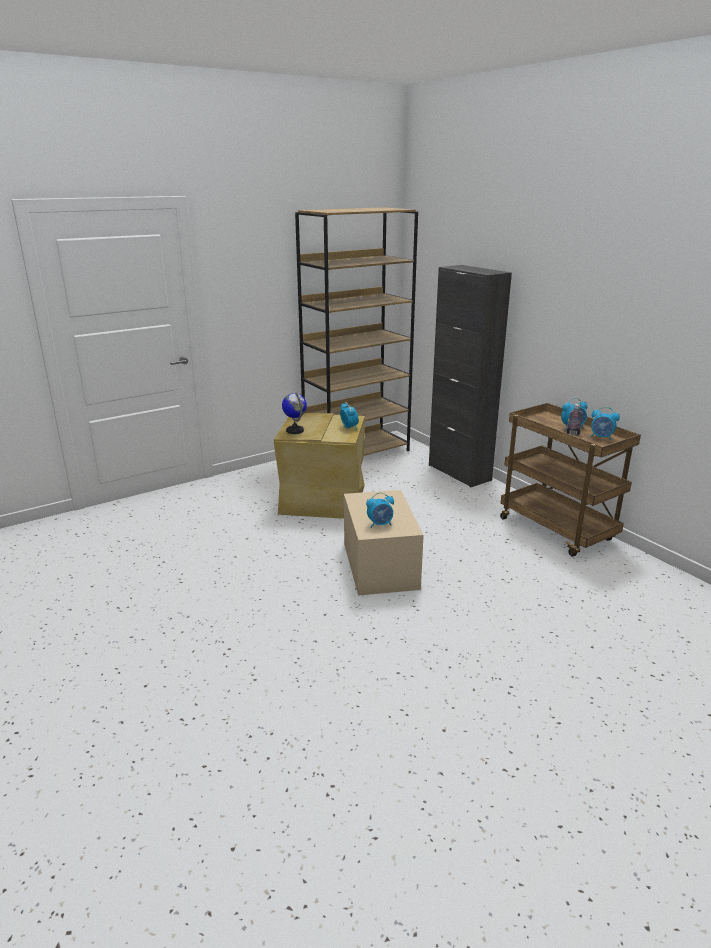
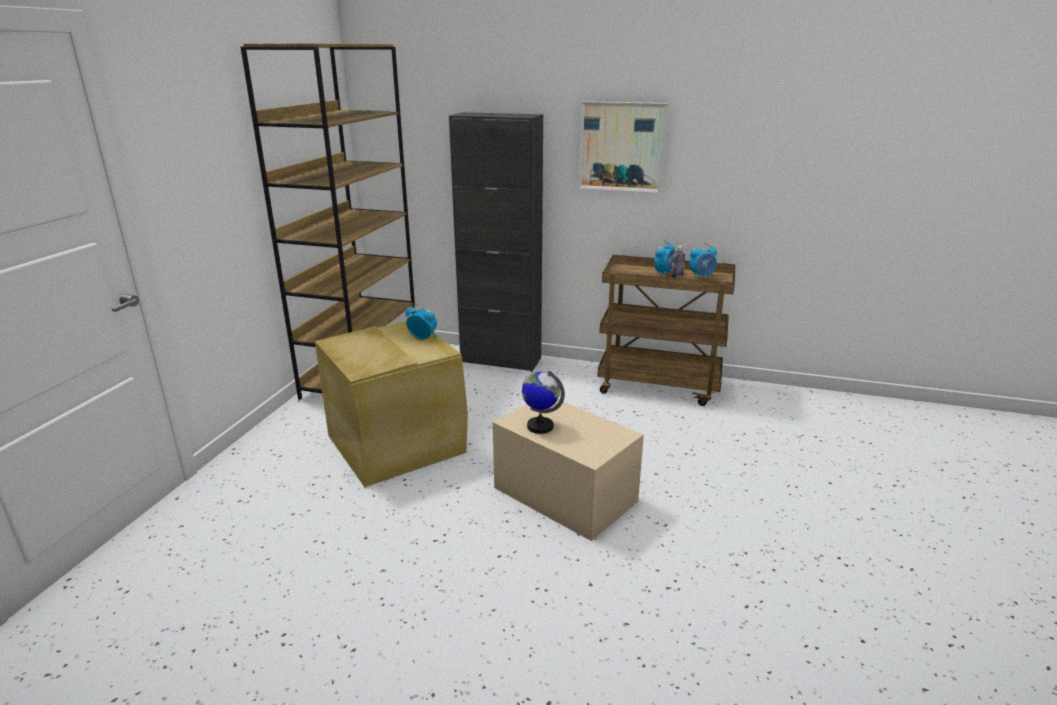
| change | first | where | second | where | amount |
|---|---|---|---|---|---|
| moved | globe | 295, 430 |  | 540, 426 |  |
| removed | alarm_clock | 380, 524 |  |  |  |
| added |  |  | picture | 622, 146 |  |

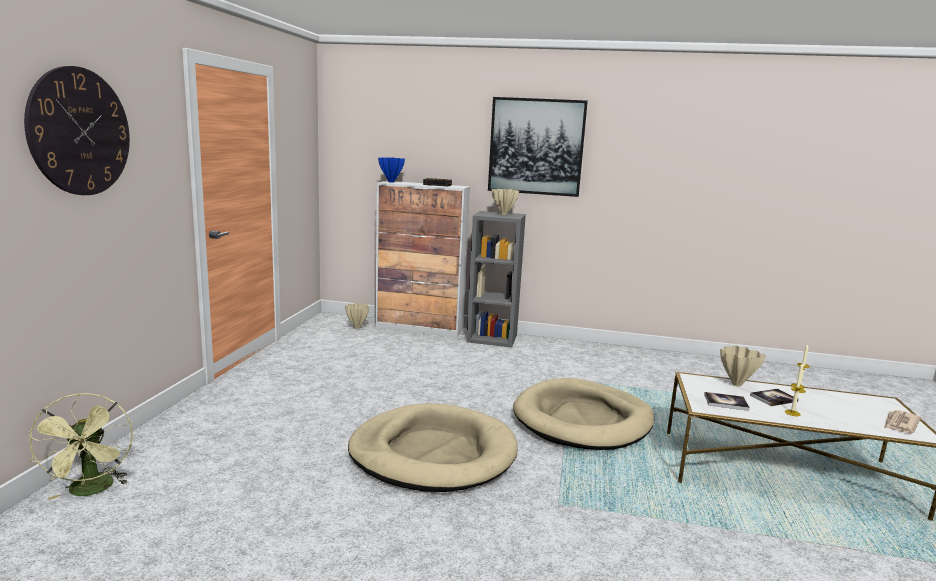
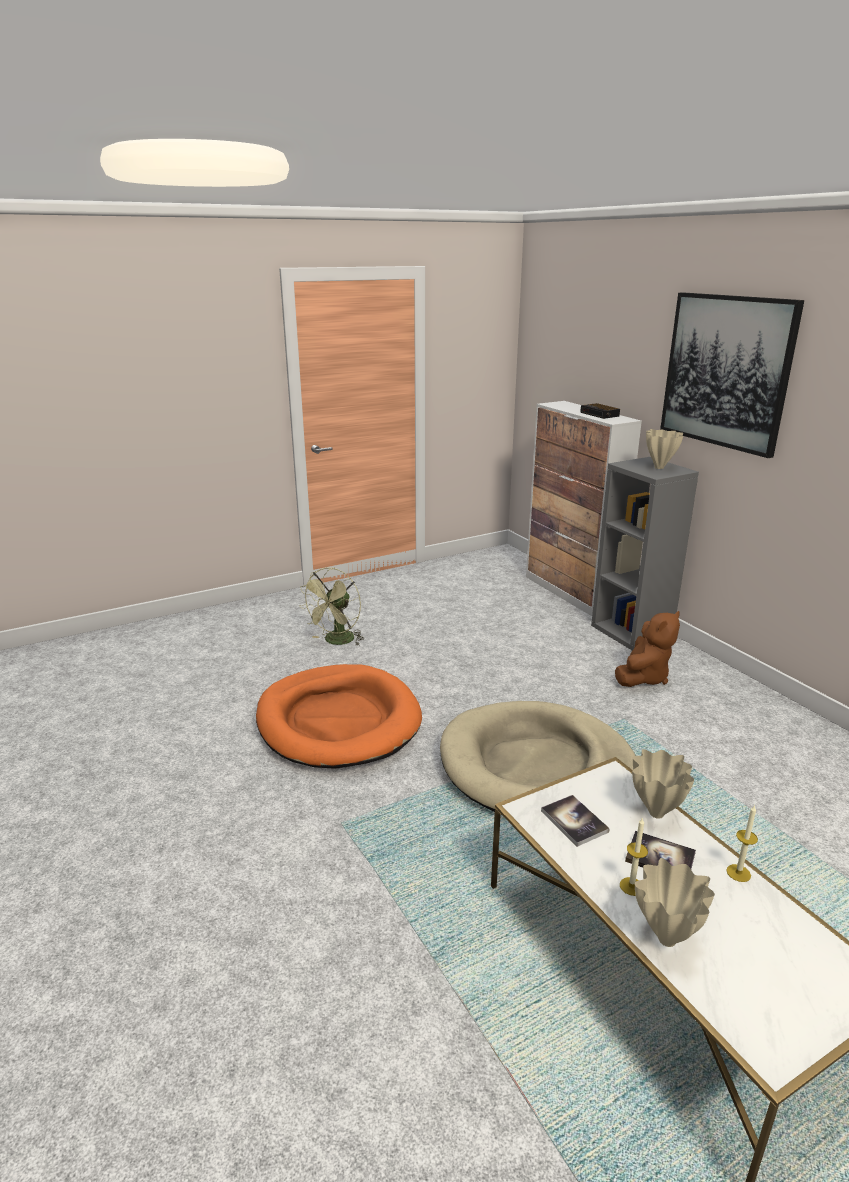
| change | first | where | second | where | amount |
|---|---|---|---|---|---|
| removed | wall_clock | 80, 132 |  |  |  |
| moved | green_fan | 91, 491 |  | 336, 642 |  |
| moved | beige_vase | 357, 327 |  | 666, 938 |  |
| recoloured | beige_dog_bed | 433, 454 | orange_dog_bed | 338, 721 |  |
| removed | blue_vase | 391, 182 |  |  |  |
| removed | newspaper | 900, 424 |  |  |  |
| added |  |  | brown_plush_toy | 643, 677 |  |

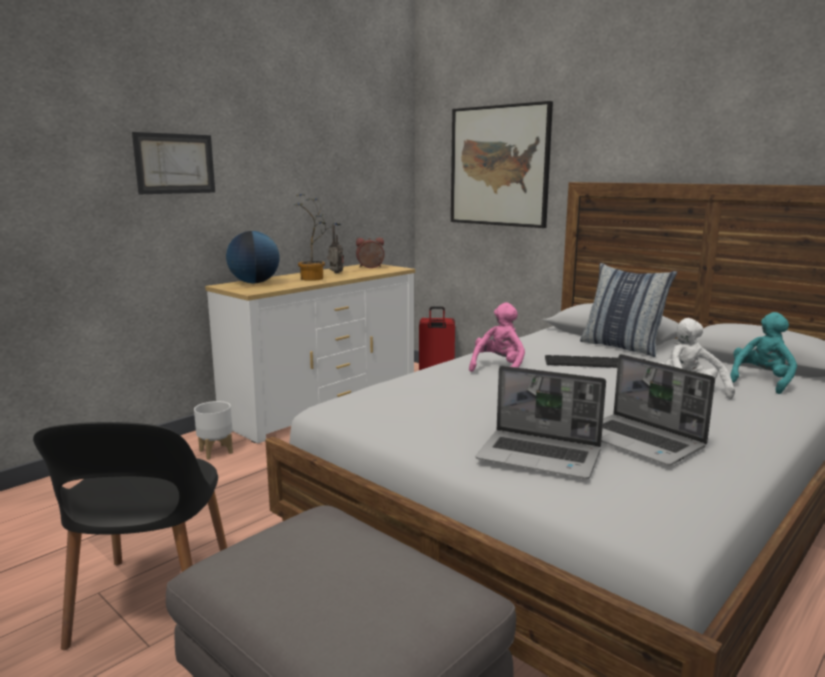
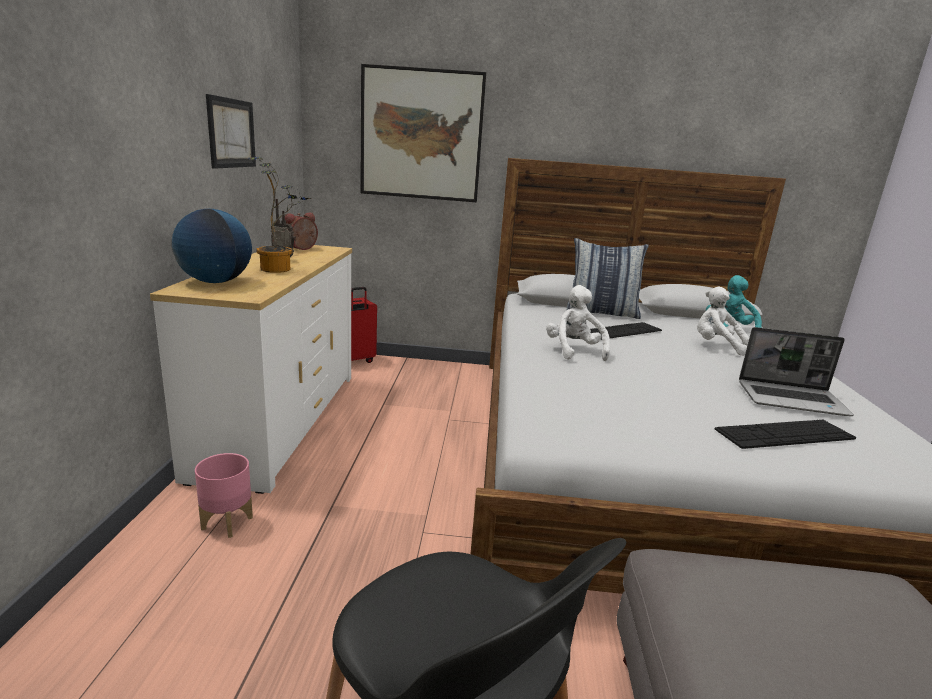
| change | first | where | second | where | amount |
|---|---|---|---|---|---|
| moved | picture | 175, 163 |  | 231, 133 |  |
| recoloured | white_planter | 216, 451 | pink_planter | 227, 522 |  |
| recoloured | pink_plush_toy | 498, 368 | white_plush_toy | 574, 351 |  |
| replaced | laptop | 540, 456 | keyboard | 784, 434 |  |

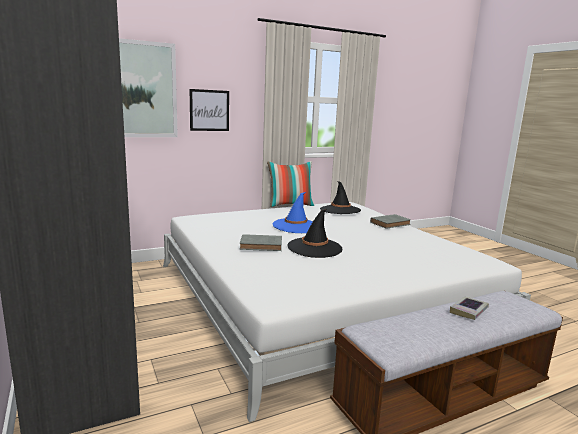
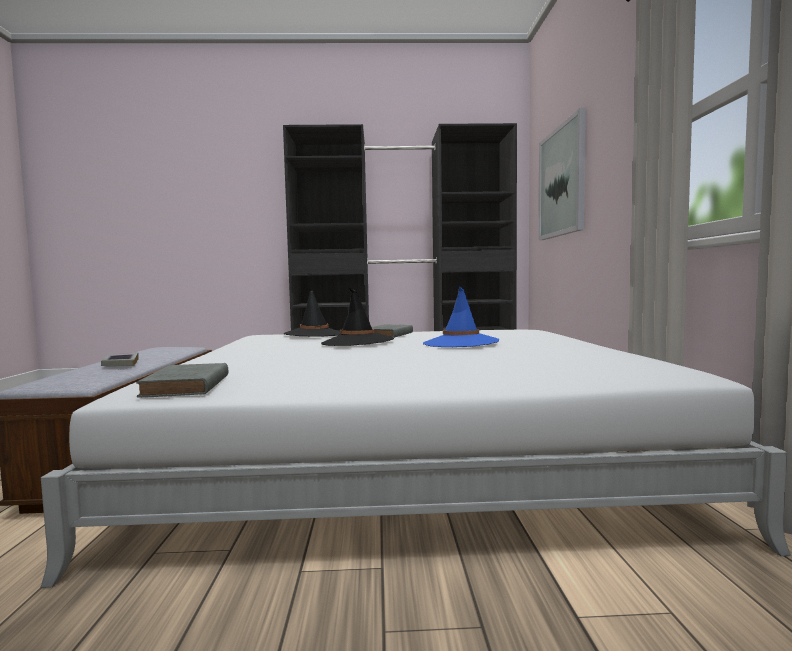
| change | first | where | second | where | amount |
|---|---|---|---|---|---|
| removed | picture | 209, 110 |  |  |  |
| removed | pillow | 290, 205 |  |  |  |
| moved | black_hat | 340, 210 |  | 314, 335 |  |
| moved | grey_book | 391, 223 |  | 186, 386 |  |

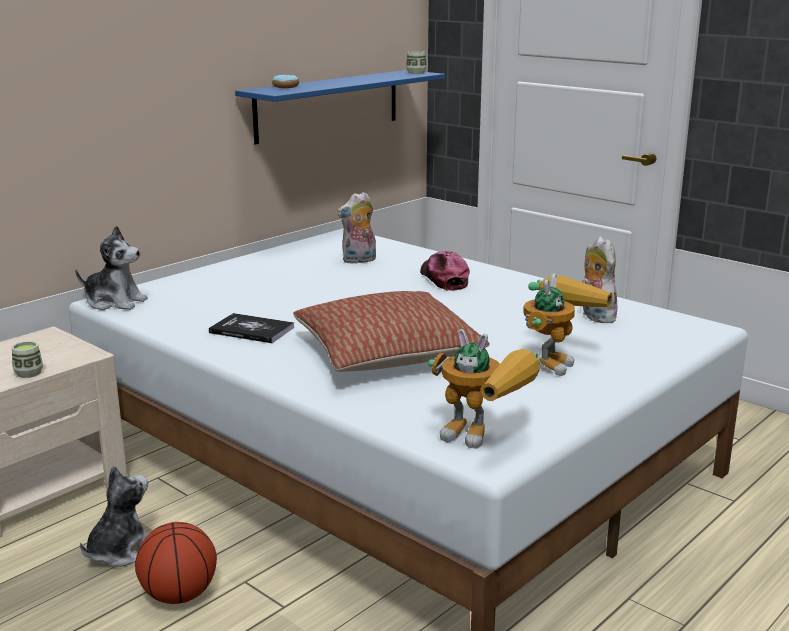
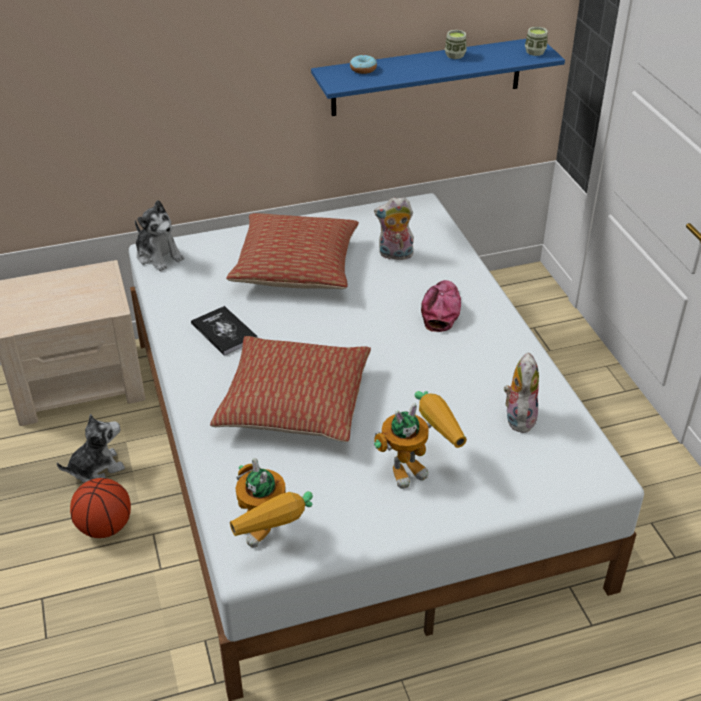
| change | first | where | second | where | amount |
|---|---|---|---|---|---|
| moved | cup | 29, 373 |  | 455, 55 |  |
| added |  |  | pillow | 296, 266 |  |

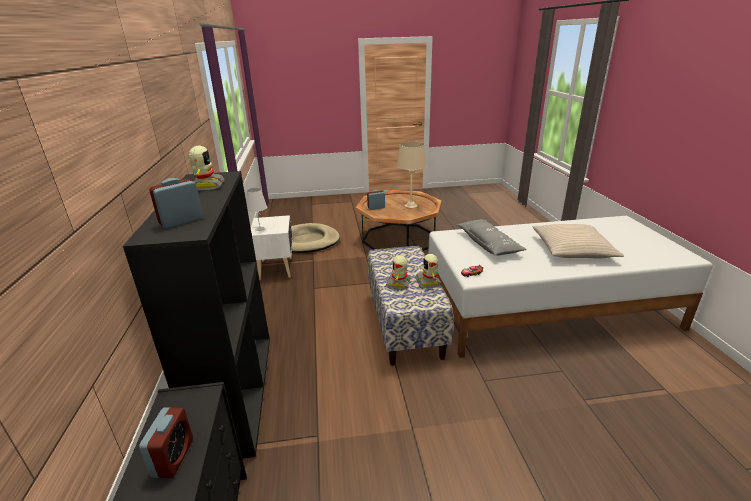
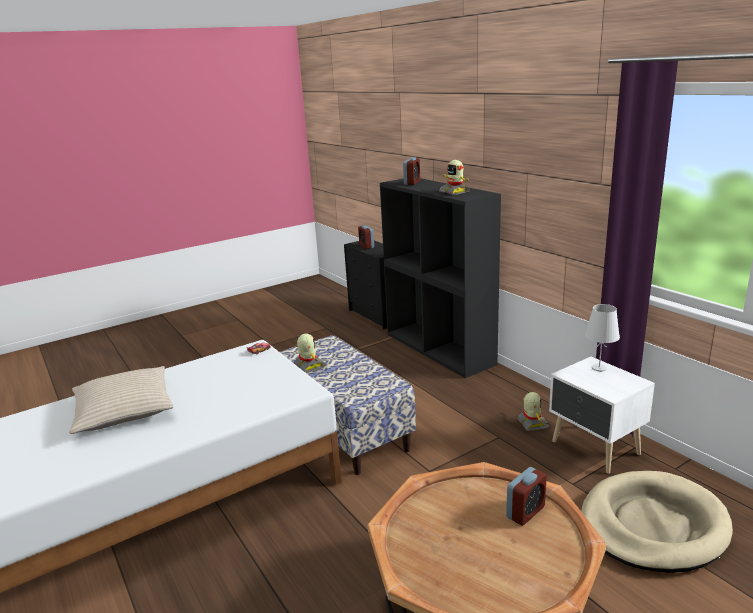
| change | first | where | second | where | amount |
|---|---|---|---|---|---|
| moved | toy_robot | 399, 283 |  | 532, 423 |  |
| removed | beige_table_lamp | 411, 205 |  |  |  |
| removed | grey_pillow | 488, 244 |  |  |  |

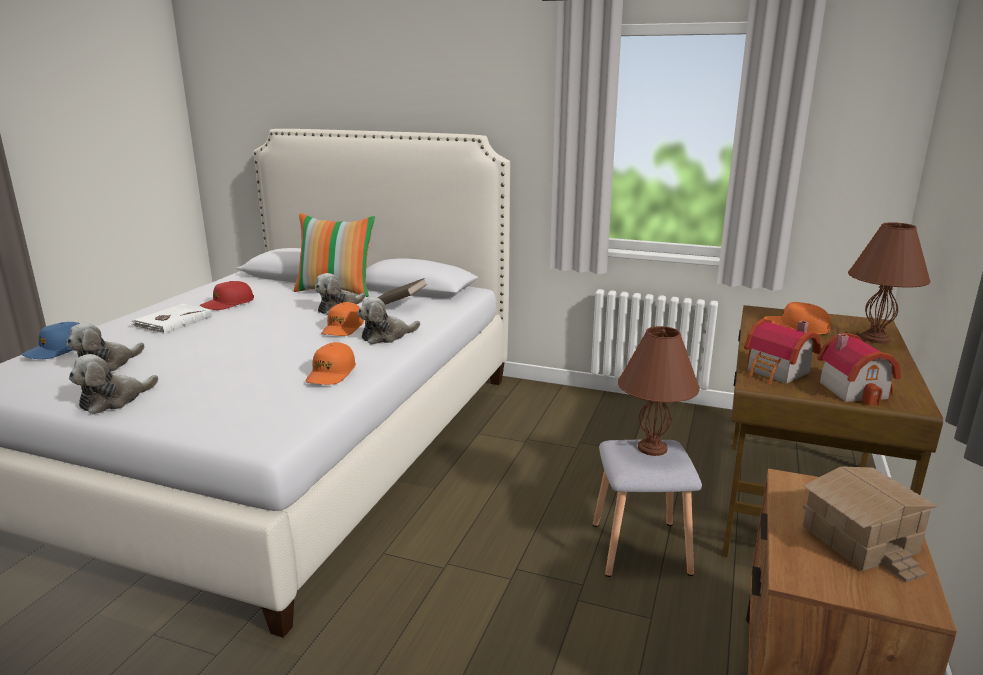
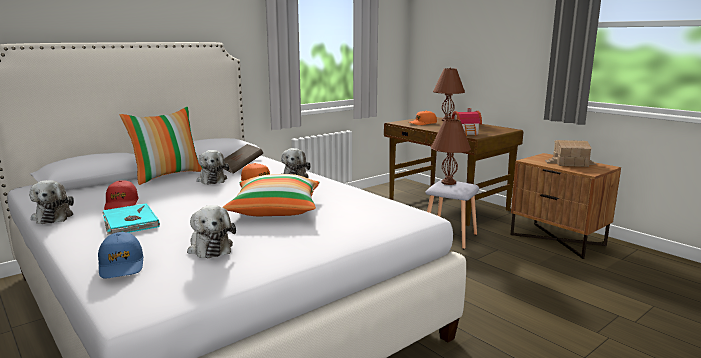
| change | first | where | second | where | amount |
|---|---|---|---|---|---|
| moved | plush_toy | 114, 400 |  | 53, 216 |  |
| recoloured | white_book | 172, 321 | turquoise_book | 129, 222 |  |
| removed | orange_cap | 331, 373 |  |  |  |
| removed | toy_house | 855, 389 |  |  |  |
| added |  |  | pillow | 275, 209 |  |

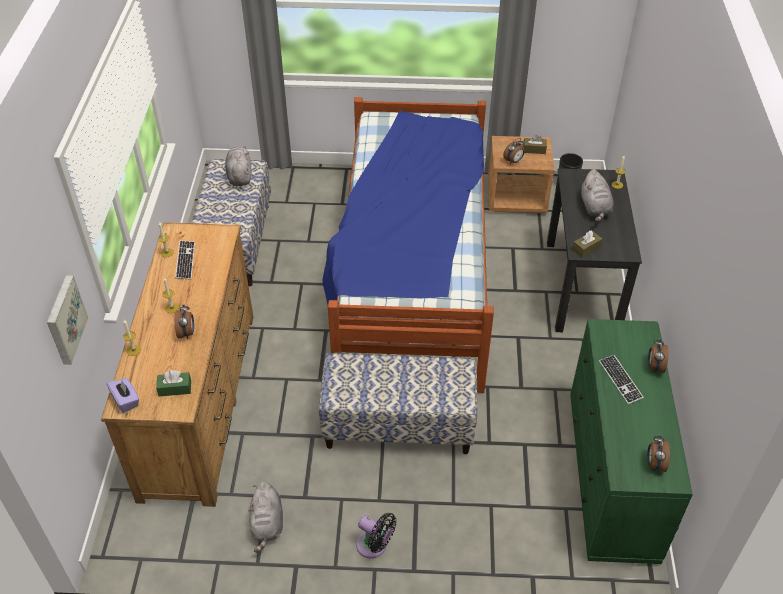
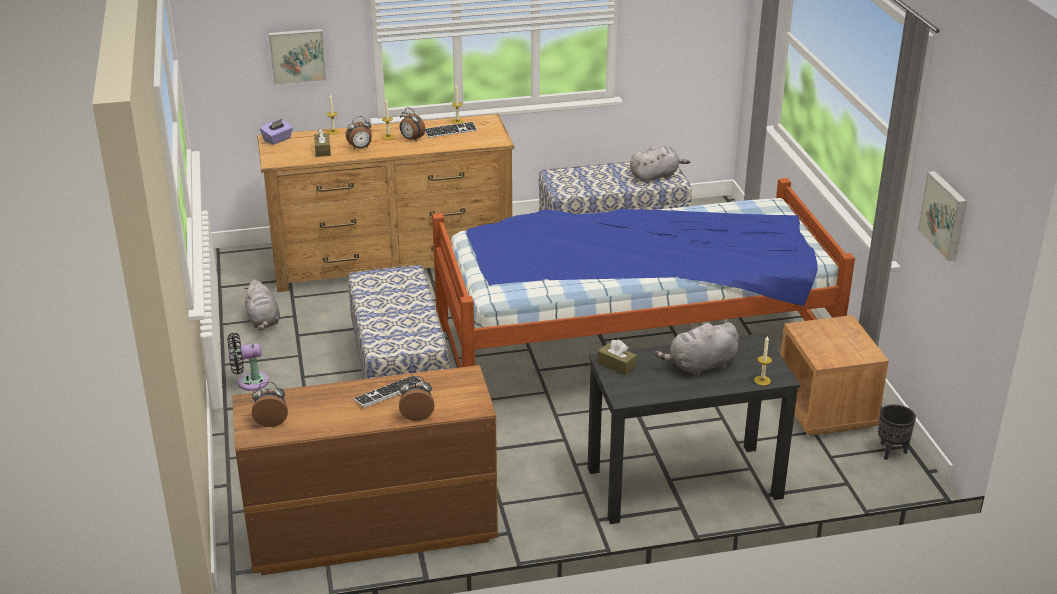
| change | first | where | second | where | amount |
|---|---|---|---|---|---|
| removed | green_tissue_box | 175, 388 |  |  |  |
| turned | grey_plush_toy | 267, 524 |  | 263, 321 | 90 degrees counterclockwise |
| turned | black_fan | 374, 546 |  | 249, 382 | 60 degrees clockwise |
| moved | alarm_clock | 513, 161 |  | 411, 139 |  |
| moved | brown_tissue_box | 534, 150 |  | 322, 150 |  |
| recoloured | green_dresser | 611, 477 | brown_dresser | 370, 532 |  |
| added |  |  | picture | 945, 215 |  |

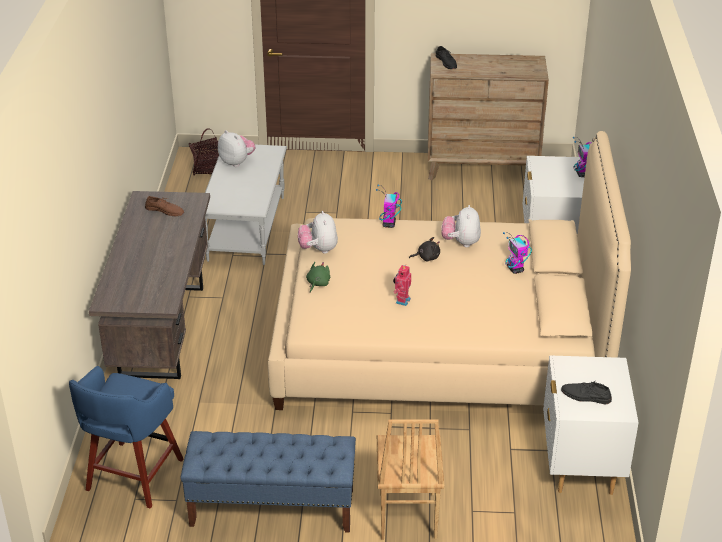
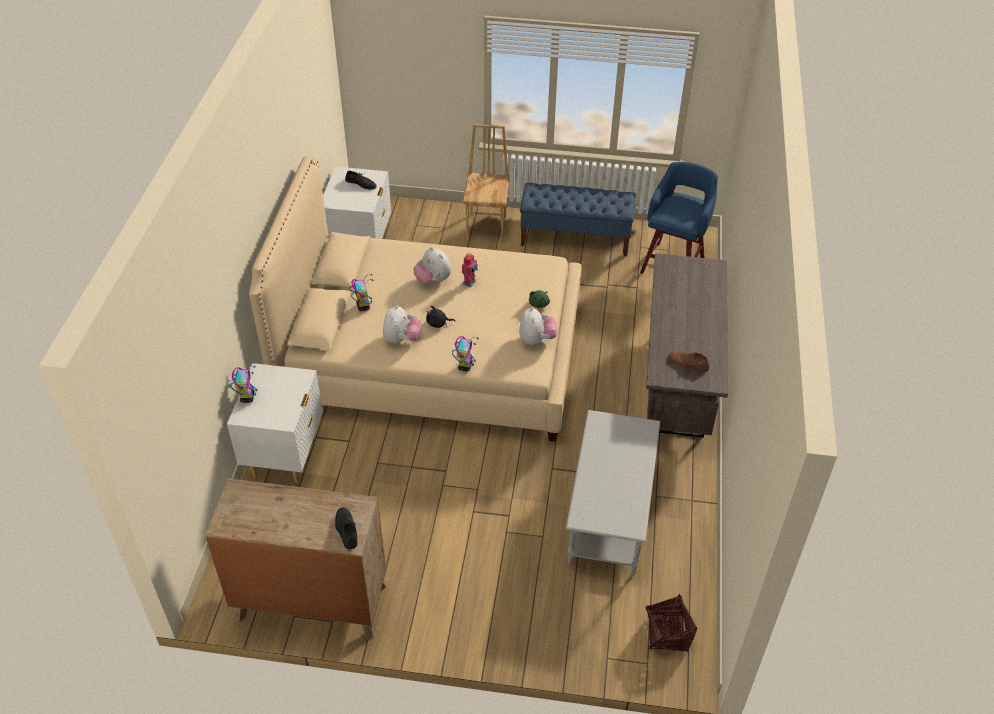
| change | first | where | second | where | amount |
|---|---|---|---|---|---|
| moved | plush_toy | 237, 162 |  | 433, 280 |  |

